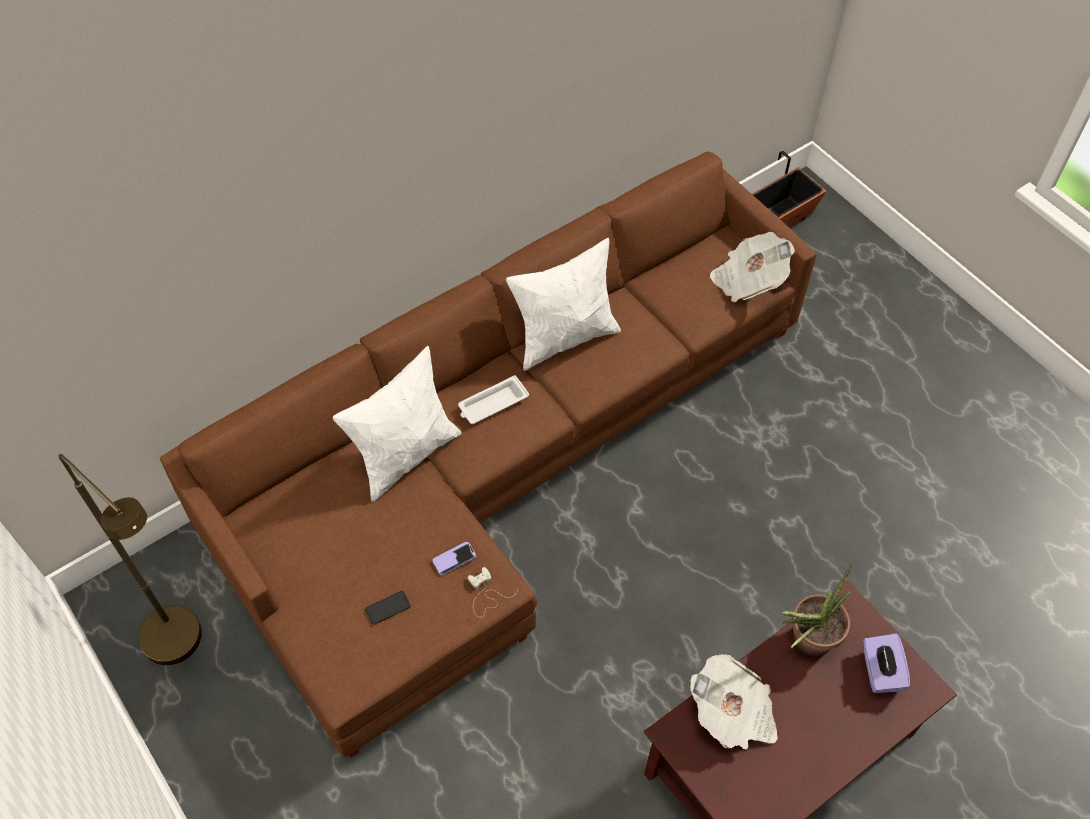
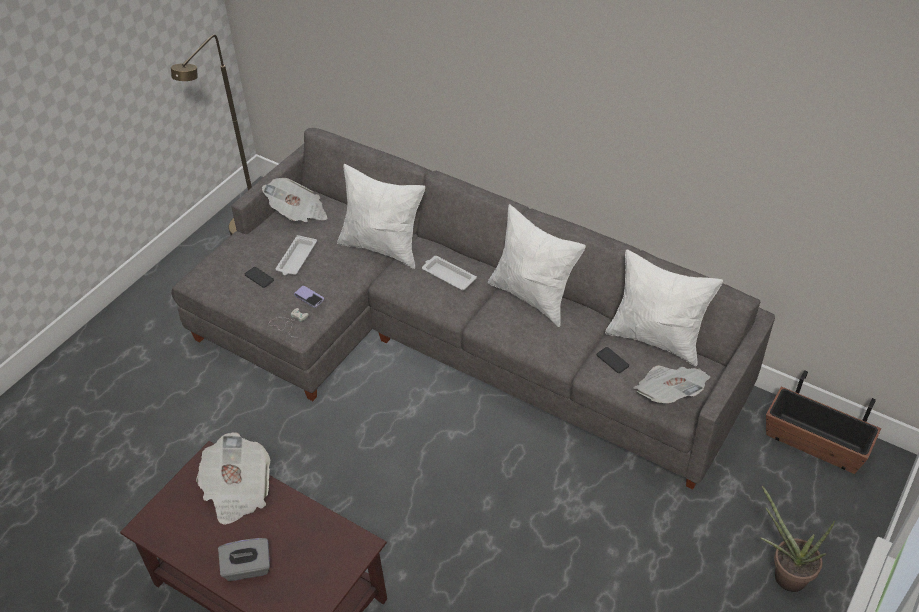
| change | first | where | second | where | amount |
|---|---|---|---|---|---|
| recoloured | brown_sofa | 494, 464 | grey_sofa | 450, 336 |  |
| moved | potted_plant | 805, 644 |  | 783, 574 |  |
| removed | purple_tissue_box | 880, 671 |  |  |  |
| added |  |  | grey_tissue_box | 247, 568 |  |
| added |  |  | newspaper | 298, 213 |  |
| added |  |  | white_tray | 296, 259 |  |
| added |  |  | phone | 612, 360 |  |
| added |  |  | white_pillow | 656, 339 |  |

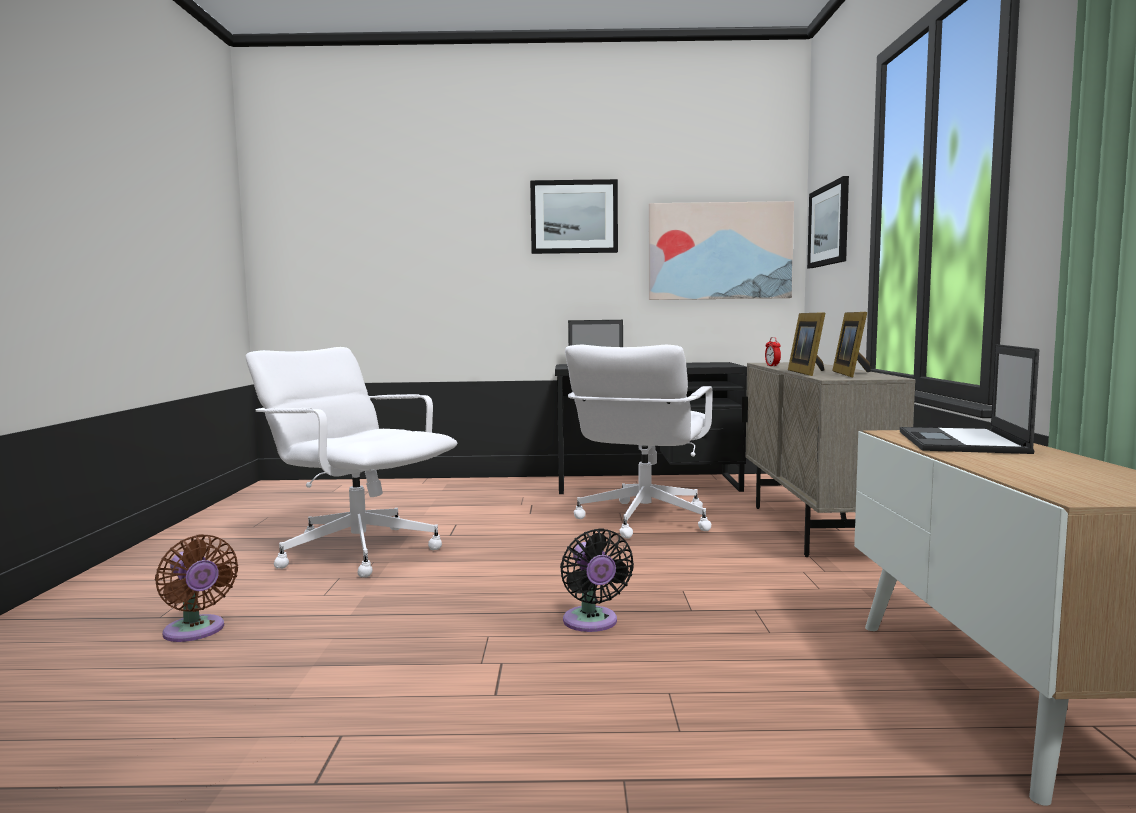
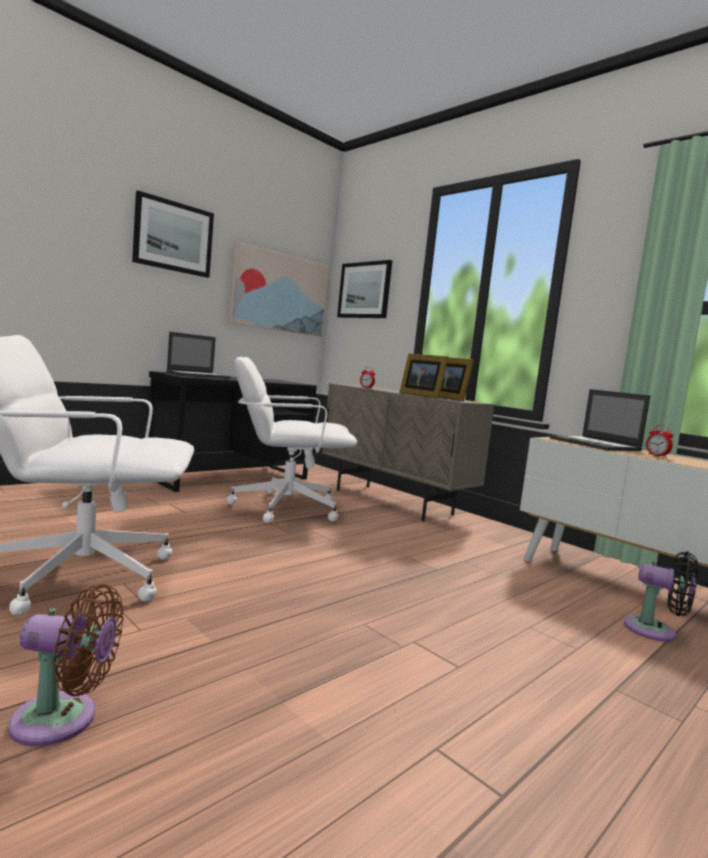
| change | first | where | second | where | amount |
|---|---|---|---|---|---|
| moved | black_fan | 592, 623 |  | 655, 631 |  |
| turned | white_office_chair | 643, 520 |  | 284, 508 | 105 degrees clockwise |
| added |  |  | alarm_clock | 657, 456 |  |

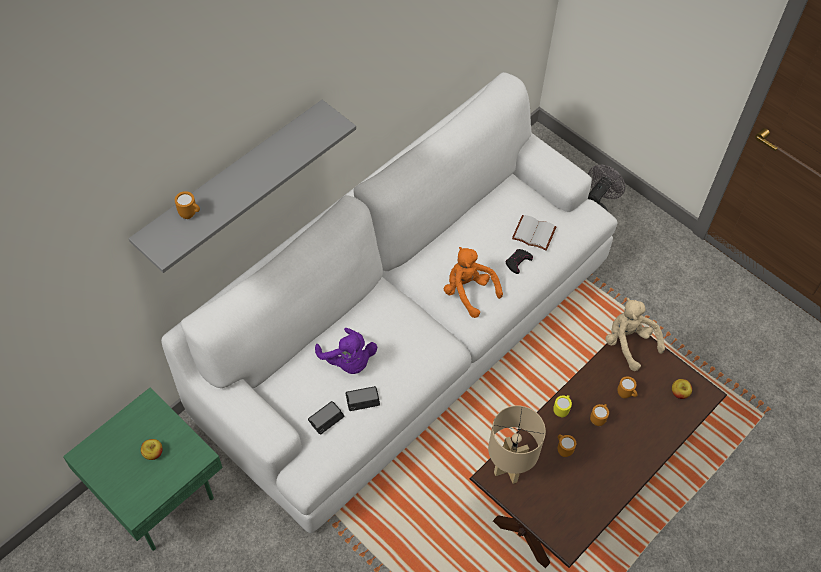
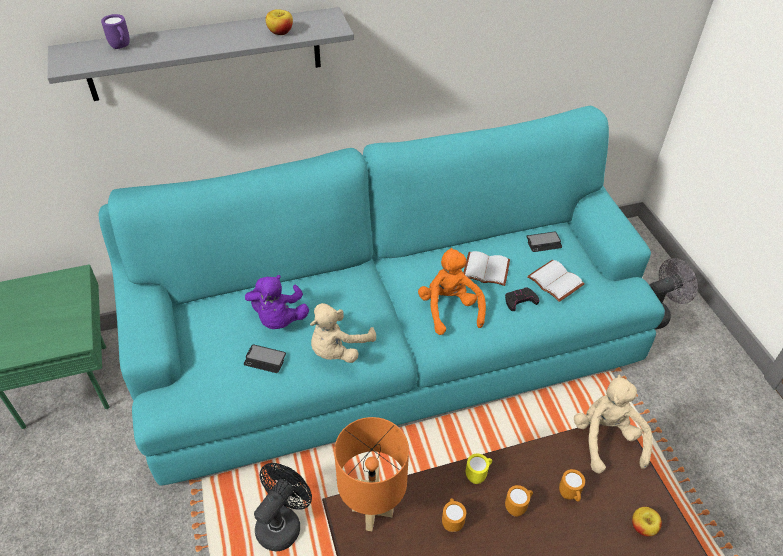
| change | first | where | second | where | amount |
|---|---|---|---|---|---|
| moved | apple | 153, 453 |  | 280, 32 |  |
| recoloured | white_sofa | 407, 335 | turquoise_sofa | 389, 346 |  |
| recoloured | orange_mug | 190, 215 | purple_mug | 121, 47 |  |
| moved | phone | 326, 418 |  | 544, 242 |  |
| recoloured | beige_table_lamp | 509, 469 | orange_table_lamp | 372, 512 |  |
| added |  |  | black_fan | 282, 523 |  |
| added |  |  | beige_plush_toy | 338, 349 |  |
| added |  |  | white_book | 487, 269 |  |

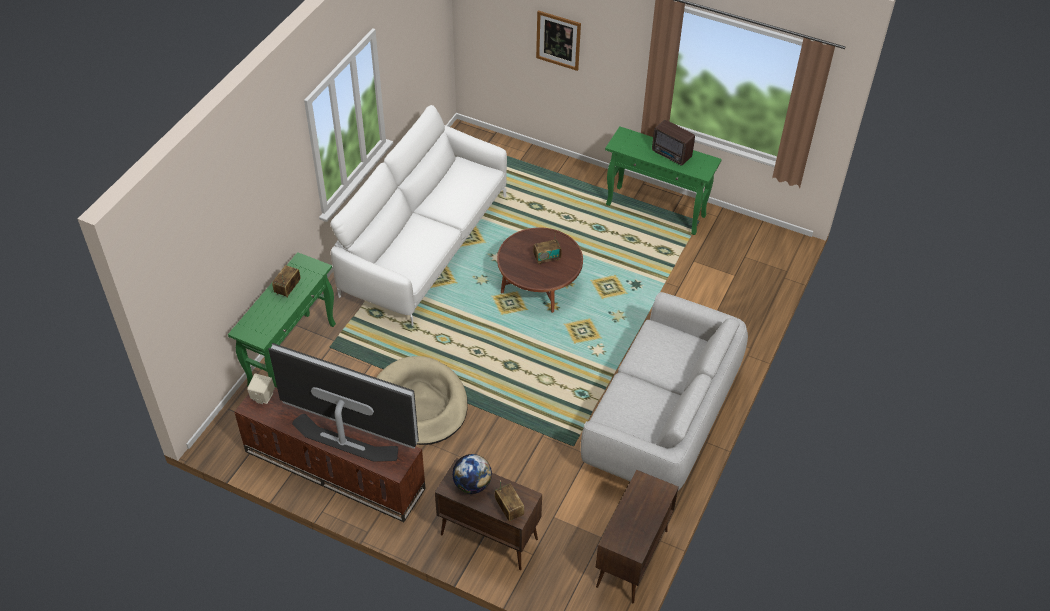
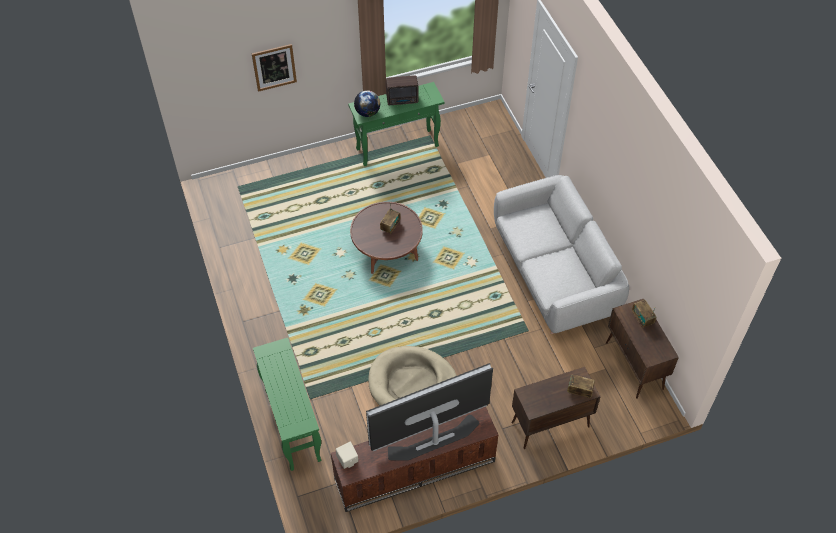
| change | first | where | second | where | amount |
|---|---|---|---|---|---|
| moved | radio | 288, 288 |  | 642, 318 |  |
| removed | white_sofa | 425, 244 |  |  |  |
| moved | globe | 472, 484 |  | 367, 113 |  |

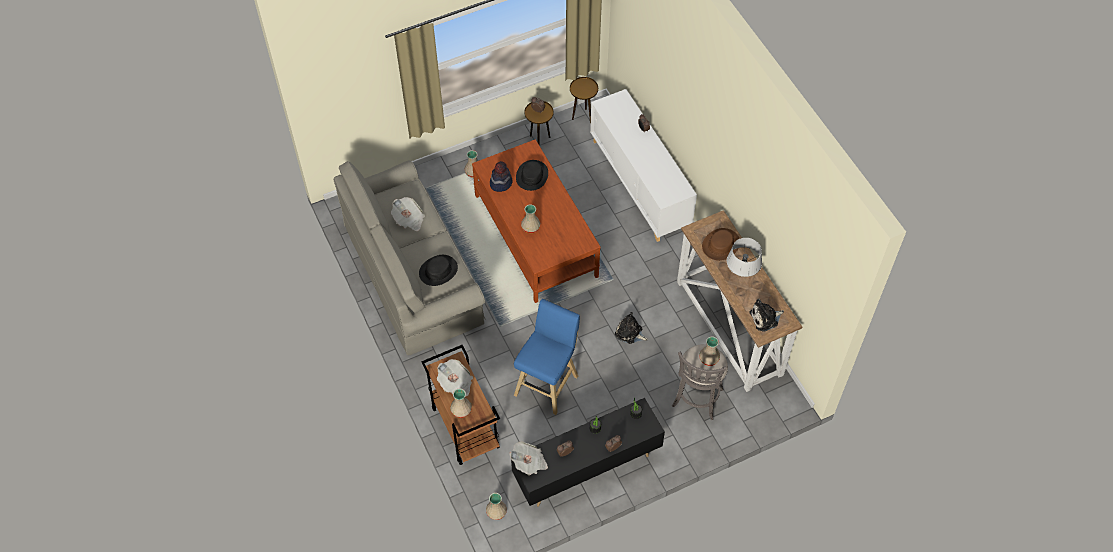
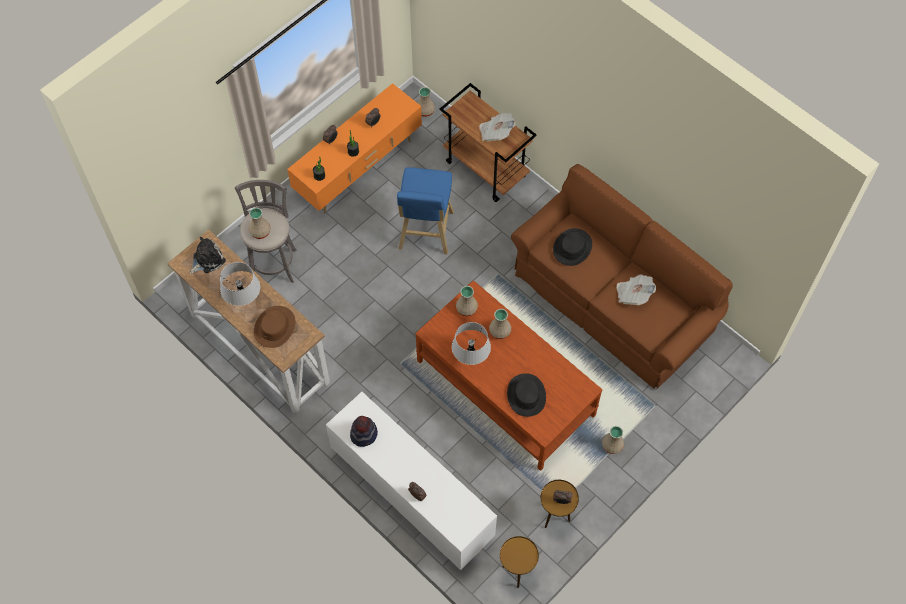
| change | first | where | second | where | amount |
|---|---|---|---|---|---|
| recoloured | grey_sofa | 414, 273 | brown_sofa | 613, 300 |  |
| moved | beige_vase | 461, 410 |  | 467, 308 |  |
| moved | hat | 500, 183 |  | 364, 434 |  |
| removed | newspaper | 529, 463 |  |  |  |
| recoloured | black_tv_stand | 586, 468 | orange_tv_stand | 359, 169 |  |
| removed | plush_toy | 630, 333 |  |  |  |
| added |  |  | grey_table_lamp | 470, 357 |  |

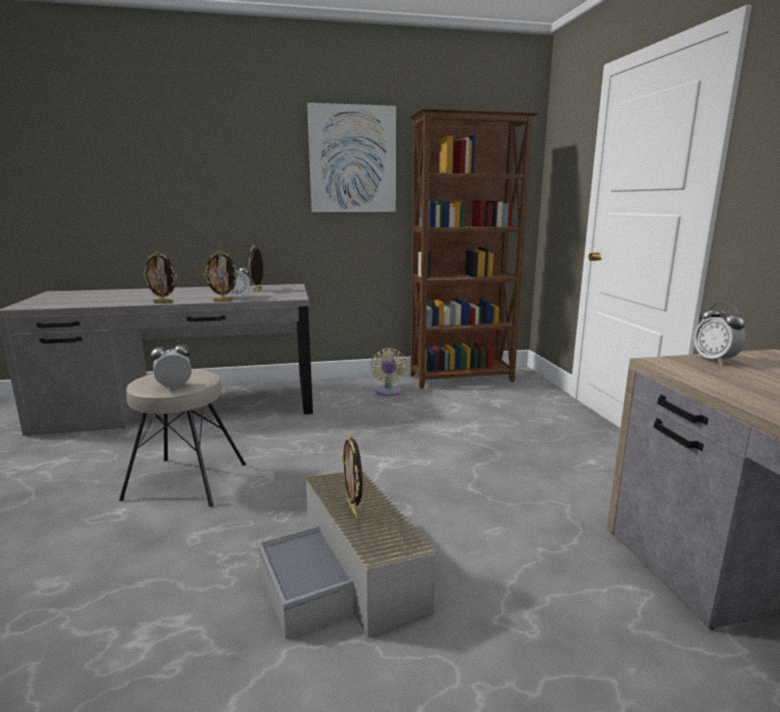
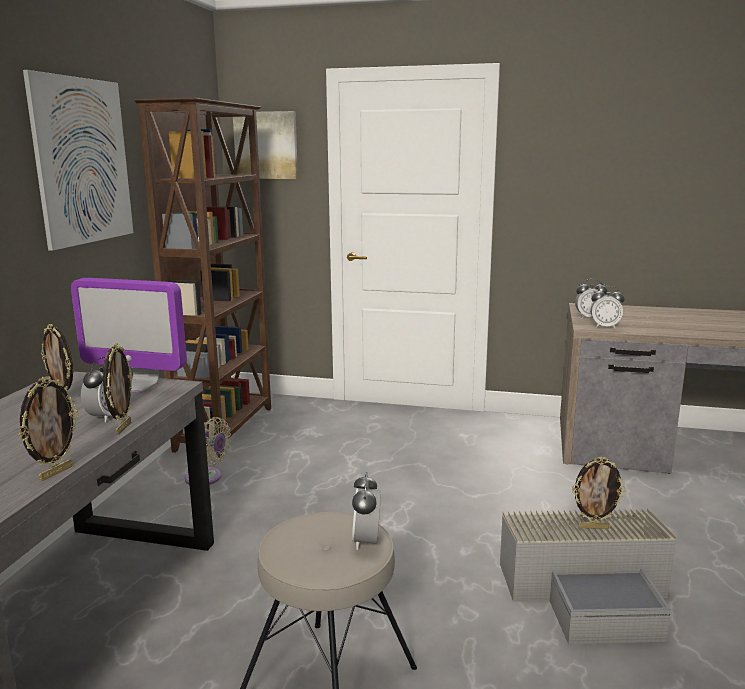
| change | first | where | second | where | amount |
|---|---|---|---|---|---|
| added |  |  | monitor | 137, 386 |  |
| added |  |  | picture | 266, 145 |  |
| added |  |  | alarm_clock | 605, 327 |  |

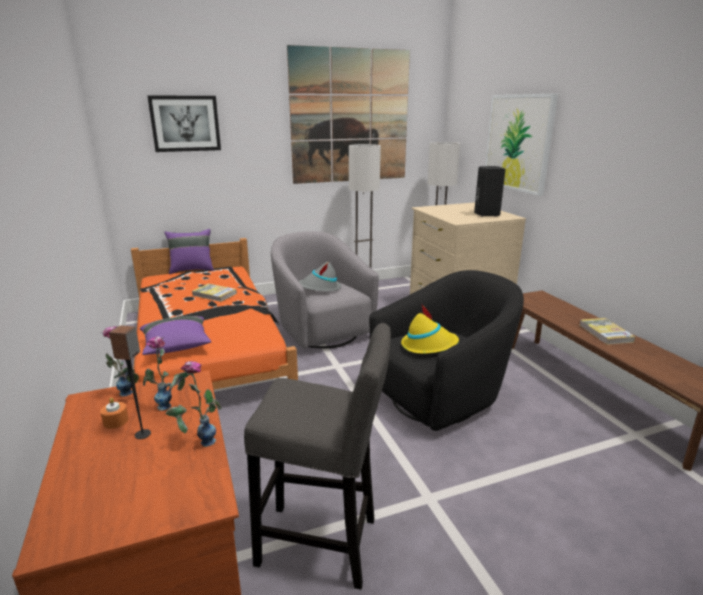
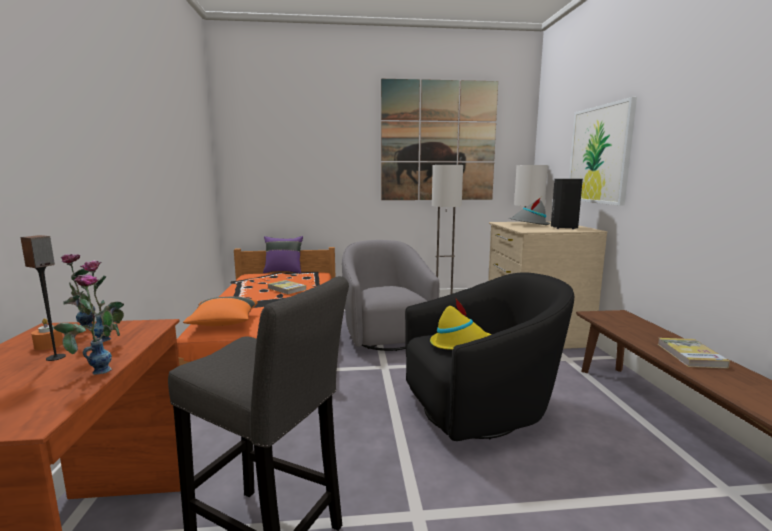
| change | first | where | second | where | amount |
|---|---|---|---|---|---|
| recoloured | purple_pillow | 176, 346 | orange_pillow | 223, 323 |  |
| removed | picture | 185, 123 |  |  |  |
| moved | grey_hat | 320, 288 |  | 529, 224 |  |

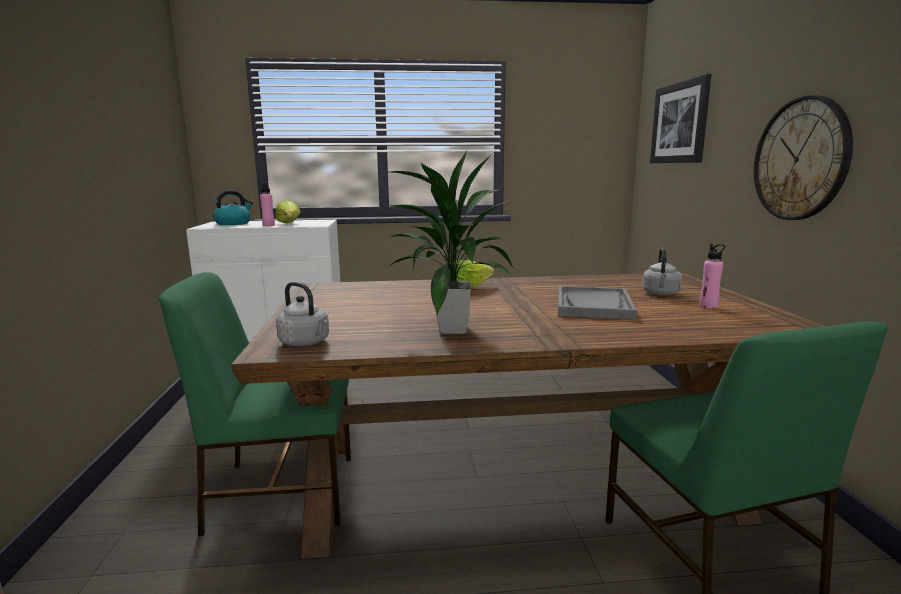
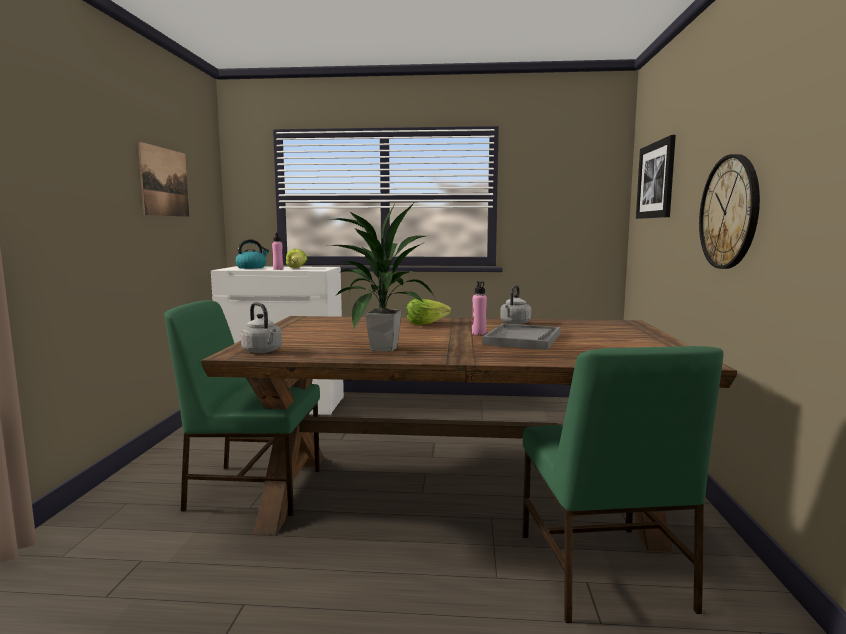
| change | first | where | second | where | amount |
|---|---|---|---|---|---|
| moved | grey_kettle | 660, 294 |  | 514, 323 |  |
| moved | pink_bottle | 708, 306 |  | 479, 333 |  |
| added |  |  | picture | 164, 182 |  |

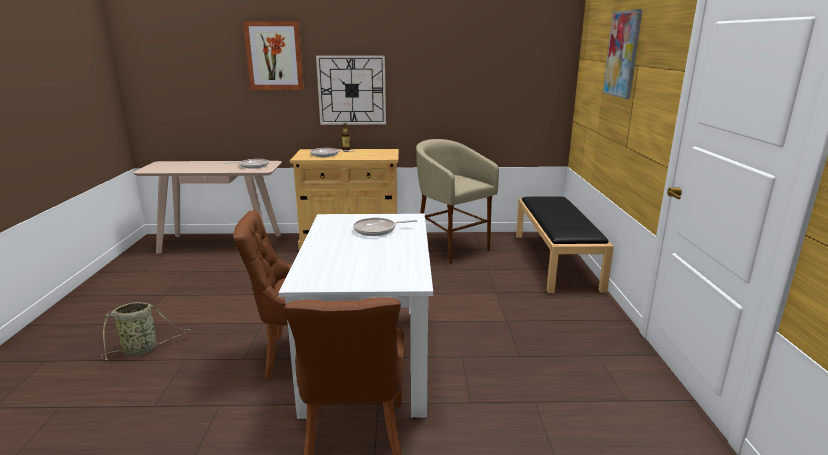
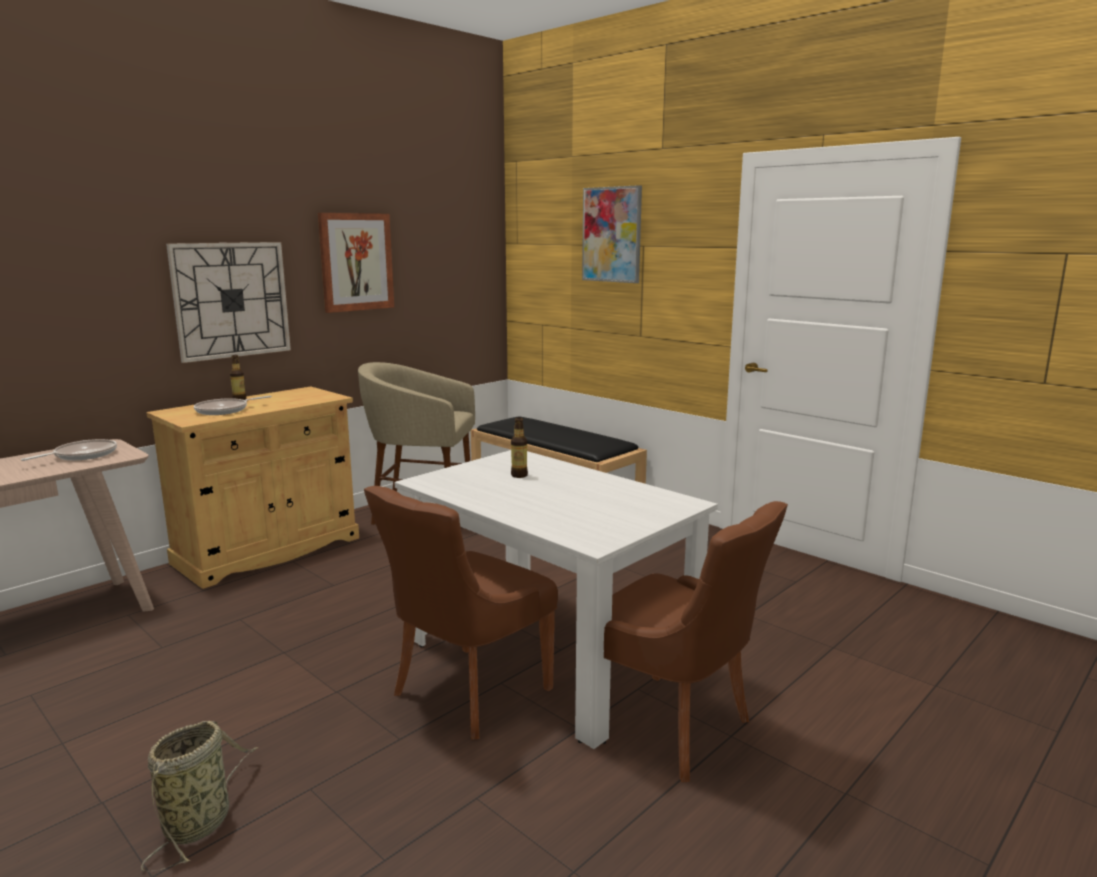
| change | first | where | second | where | amount |
|---|---|---|---|---|---|
| moved | picture | 274, 56 |  | 356, 262 |  |
| replaced | frying_pan | 377, 230 | bottle | 519, 475 |  |

